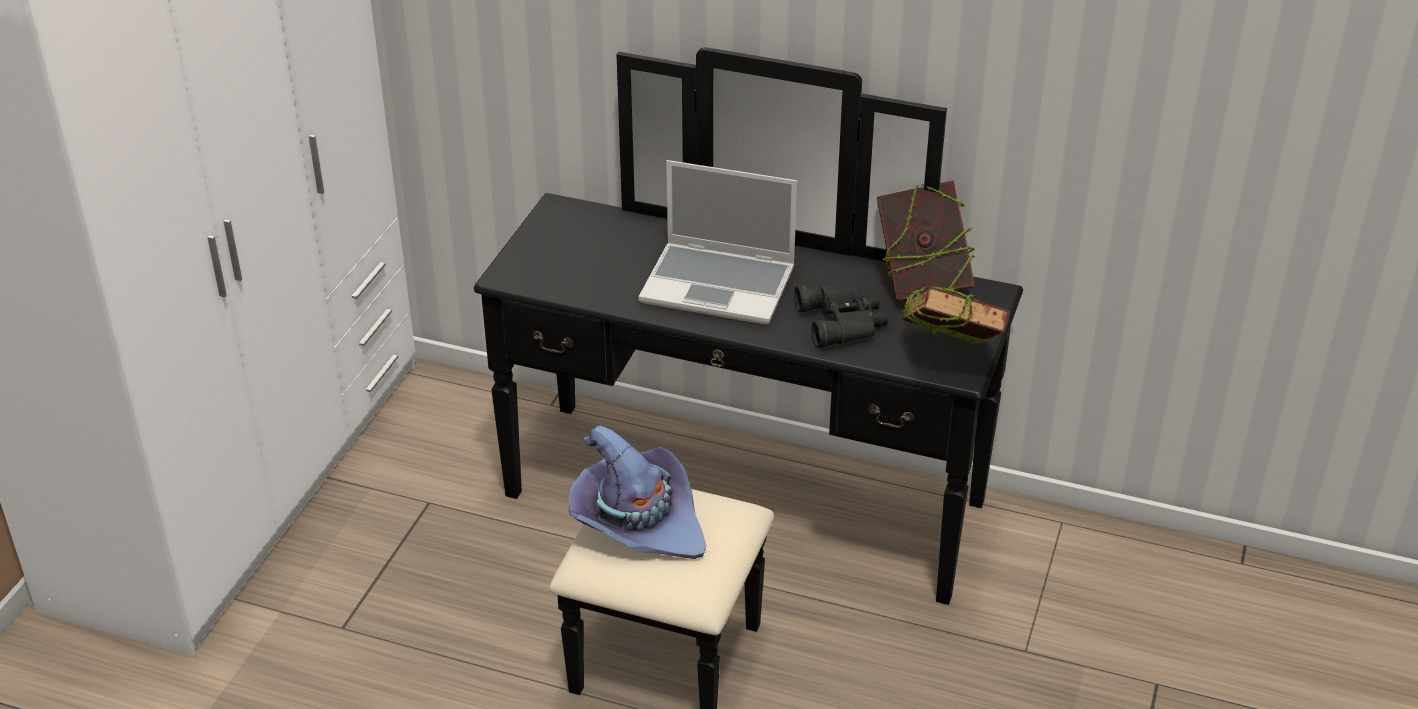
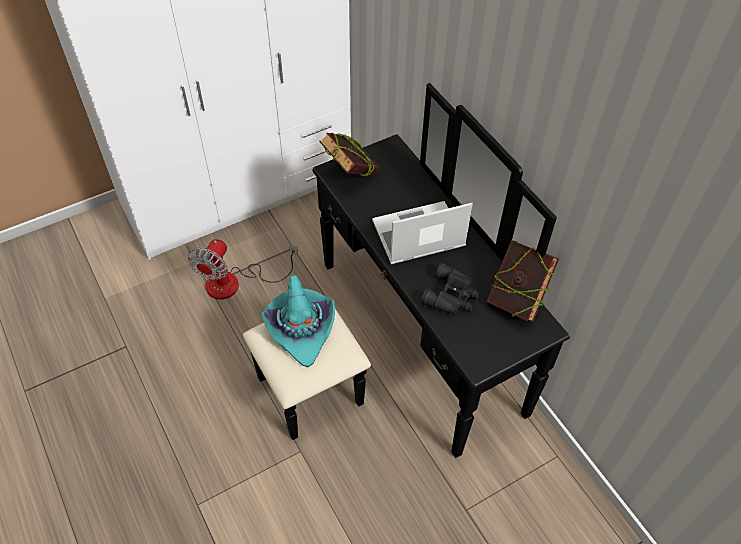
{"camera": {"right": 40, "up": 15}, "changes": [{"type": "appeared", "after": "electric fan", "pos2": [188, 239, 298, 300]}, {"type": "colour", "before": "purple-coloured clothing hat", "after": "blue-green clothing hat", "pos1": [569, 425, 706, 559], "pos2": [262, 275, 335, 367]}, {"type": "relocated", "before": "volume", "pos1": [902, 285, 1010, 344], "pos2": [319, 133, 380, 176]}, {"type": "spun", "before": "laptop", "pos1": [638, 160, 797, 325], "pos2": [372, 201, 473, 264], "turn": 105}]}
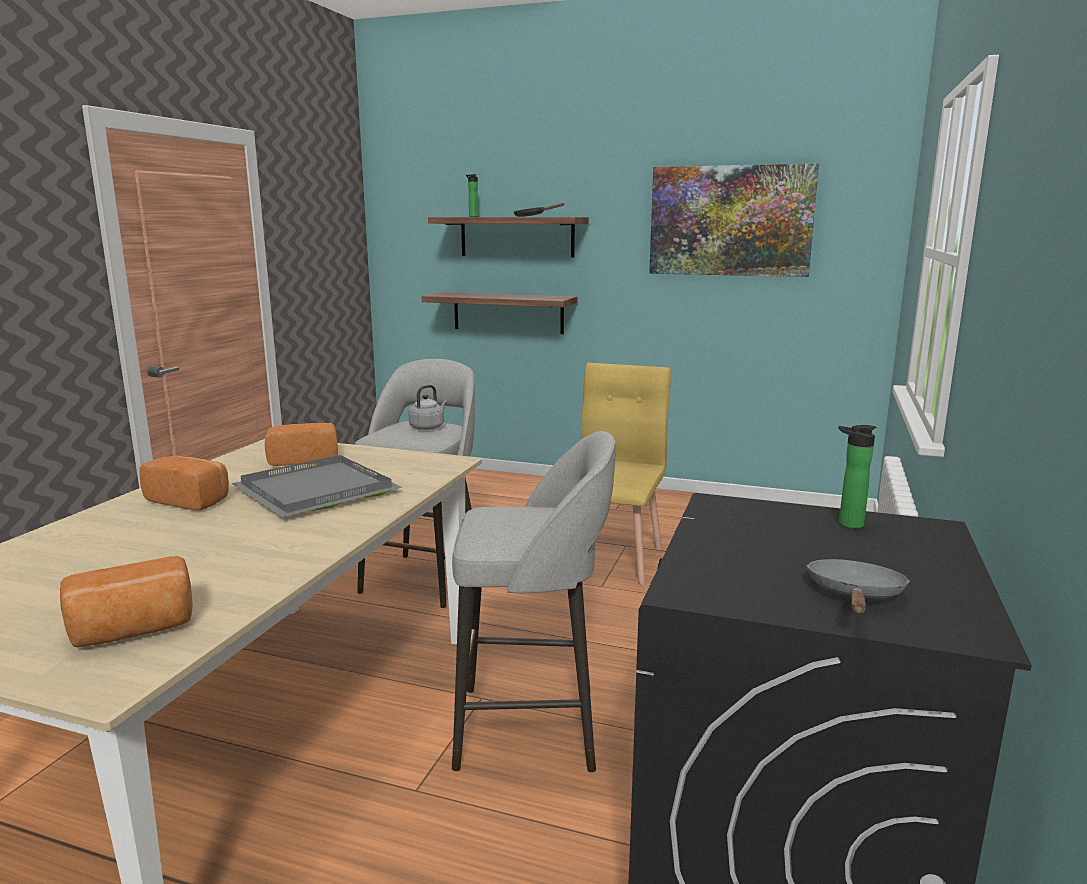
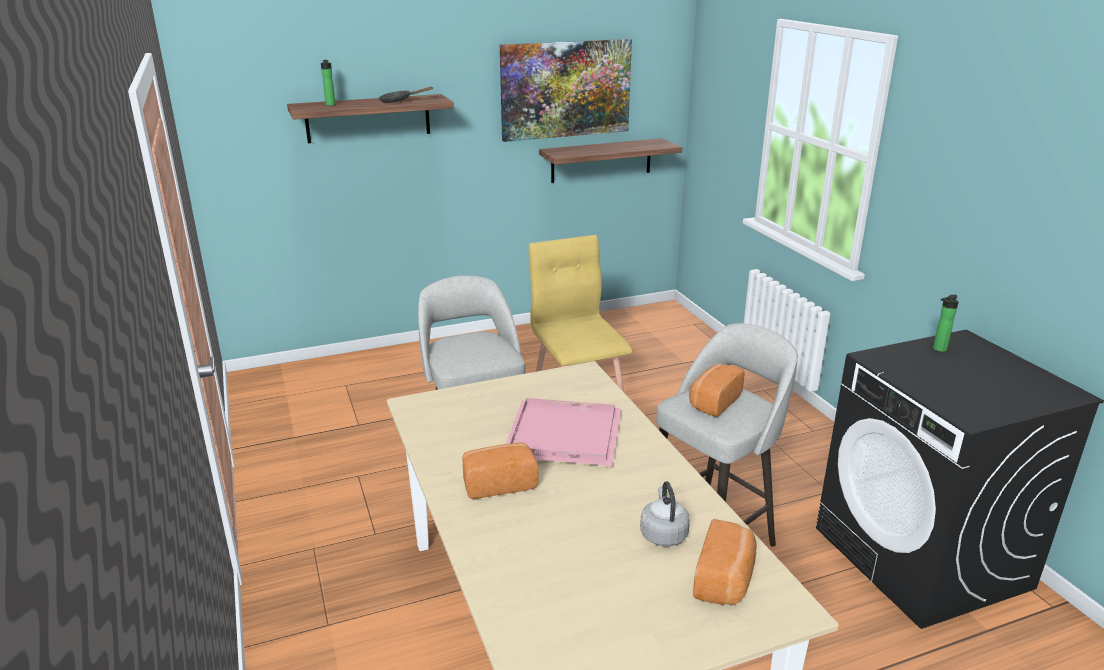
{"camera": {"right": -40, "up": 10}, "changes": [{"type": "colour", "before": "gray tray", "after": "pink-coloured tray", "pos1": [231, 455, 402, 517], "pos2": [506, 398, 621, 466]}, {"type": "relocated", "before": "shelf", "pos1": [422, 292, 578, 334], "pos2": [539, 138, 682, 183]}, {"type": "relocated", "before": "gray tea kettle", "pos1": [408, 385, 447, 430], "pos2": [640, 481, 690, 546]}, {"type": "relocated", "before": "bread", "pos1": [265, 423, 338, 466], "pos2": [689, 364, 745, 417]}, {"type": "missing", "before": "gray pan", "pos1": [806, 559, 911, 614]}]}
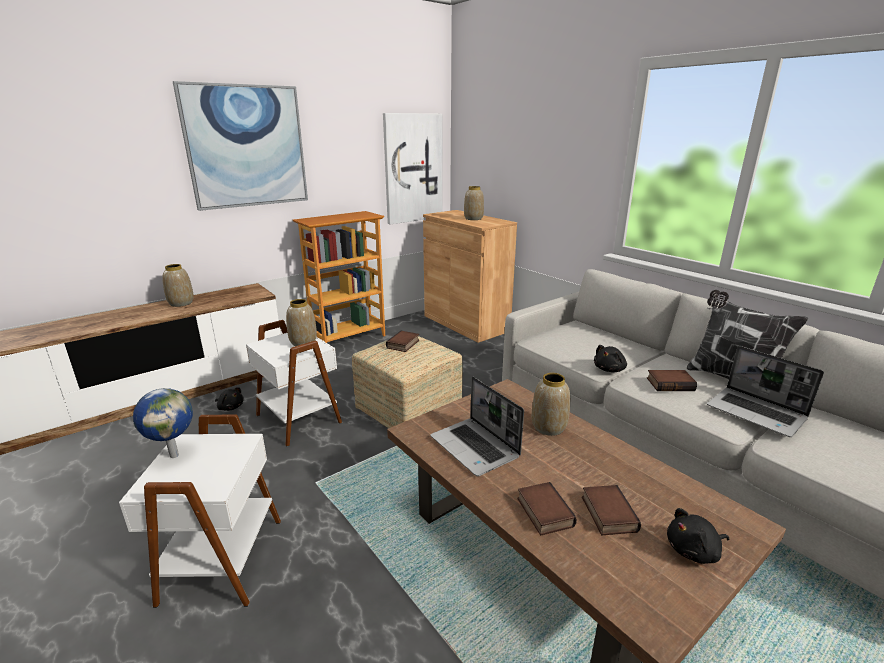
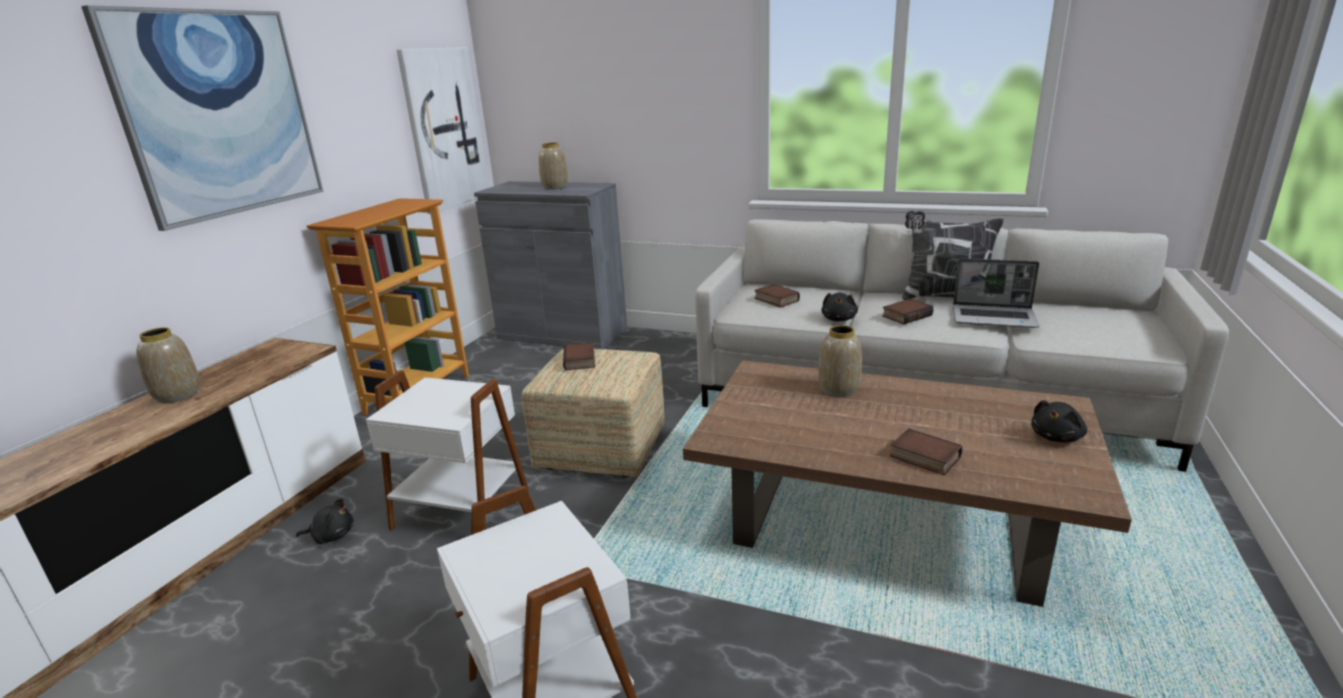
{"camera": {"right": -30, "up": 0}, "changes": [{"type": "colour", "before": "brown cabinet", "after": "gray cabinet", "pos1": [423, 210, 517, 343], "pos2": [474, 181, 627, 349]}, {"type": "relocated", "before": "volume", "pos1": [582, 485, 641, 535], "pos2": [755, 284, 800, 308]}, {"type": "missing", "before": "globe", "pos1": [133, 388, 193, 458]}, {"type": "missing", "before": "vase", "pos1": [286, 299, 317, 346]}, {"type": "missing", "before": "laptop", "pos1": [430, 377, 524, 476]}]}
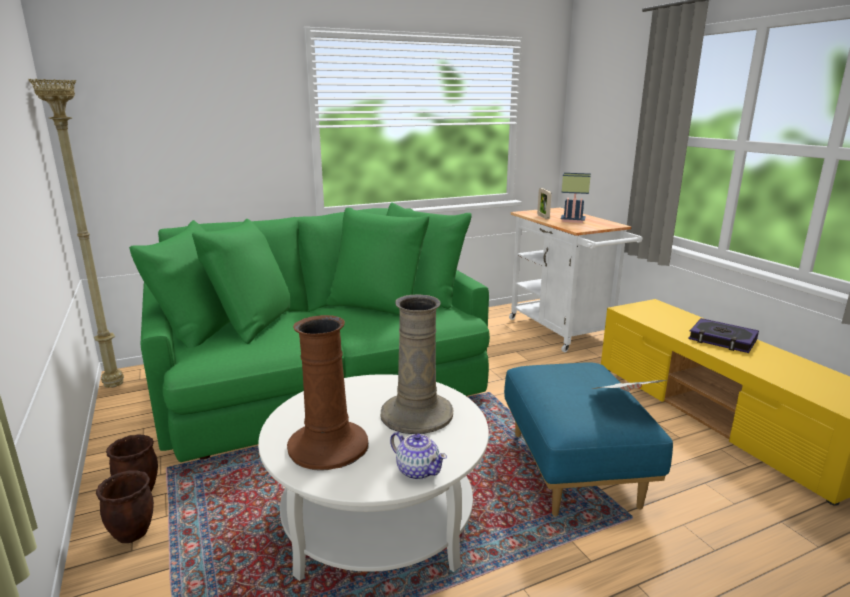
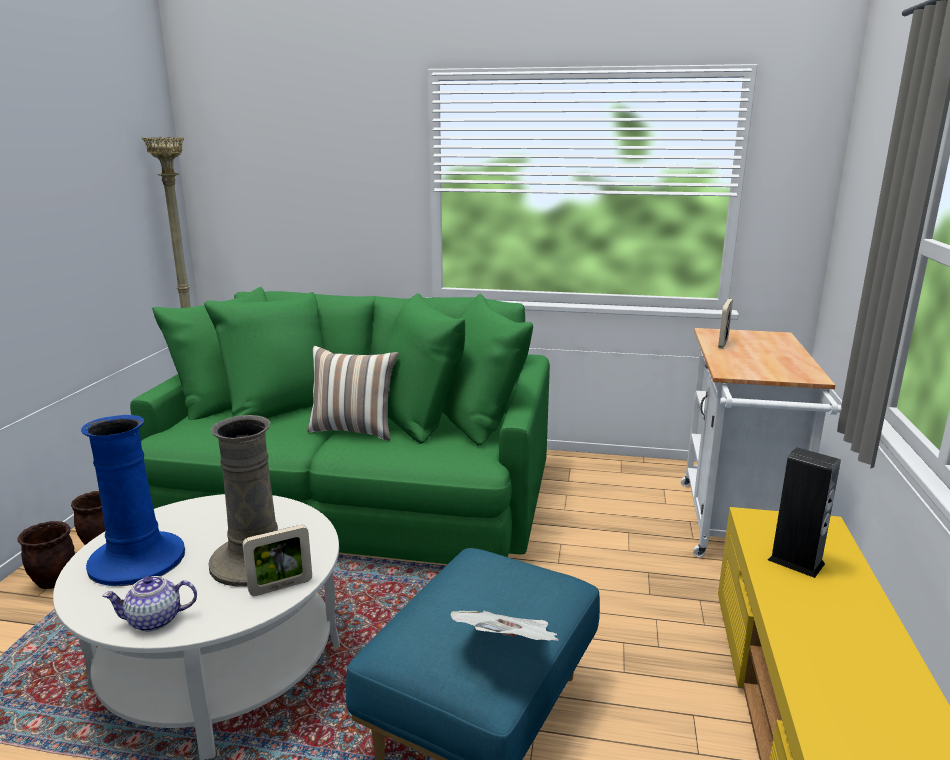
{"camera": {"right": 35, "up": 0}, "changes": [{"type": "colour", "before": "brown vase", "after": "blue vase", "pos1": [287, 315, 369, 470], "pos2": [81, 415, 185, 586]}, {"type": "spun", "before": "pot for tea", "pos1": [390, 432, 447, 480], "pos2": [102, 576, 197, 631], "turn": 90}, {"type": "appeared", "after": "standing frame", "pos2": [242, 525, 312, 596]}, {"type": "appeared", "after": "pillow", "pos2": [307, 346, 399, 441]}, {"type": "appeared", "after": "speaker", "pos2": [768, 447, 841, 578]}, {"type": "missing", "before": "tabletop lamp", "pos1": [561, 173, 591, 223]}, {"type": "missing", "before": "volume", "pos1": [688, 318, 759, 353]}]}
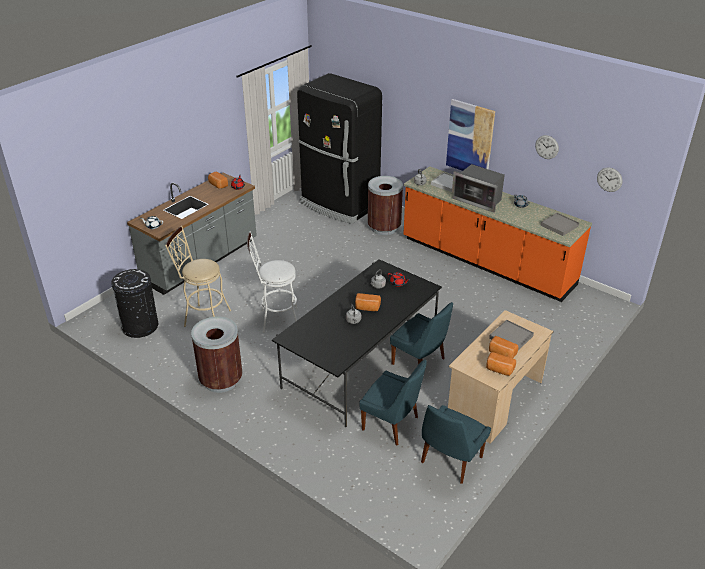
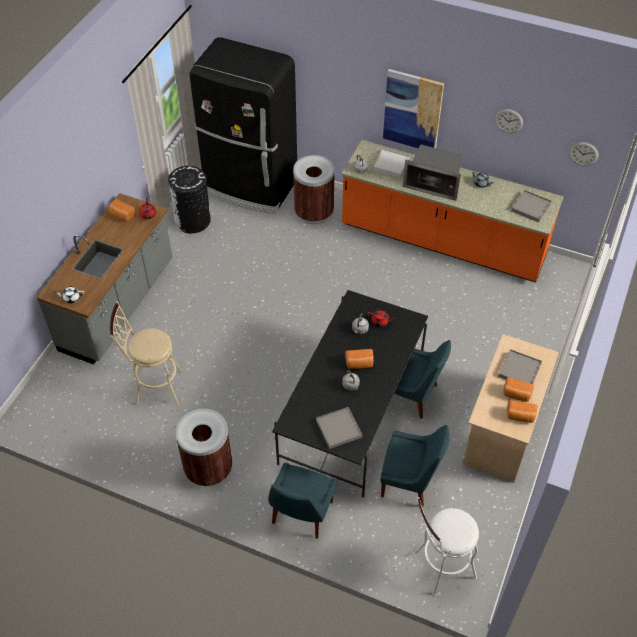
{"camera": {"right": -15, "up": 15}, "changes": [{"type": "relocated", "before": "black rubbish bin", "pos1": [111, 269, 158, 338], "pos2": [168, 166, 211, 234]}, {"type": "relocated", "before": "blue plain chair", "pos1": [421, 405, 491, 484], "pos2": [268, 463, 338, 539]}, {"type": "appeared", "after": "gray tray", "pos2": [316, 407, 363, 449]}, {"type": "relocated", "before": "whitish stool", "pos1": [247, 231, 298, 333], "pos2": [413, 497, 479, 596]}]}
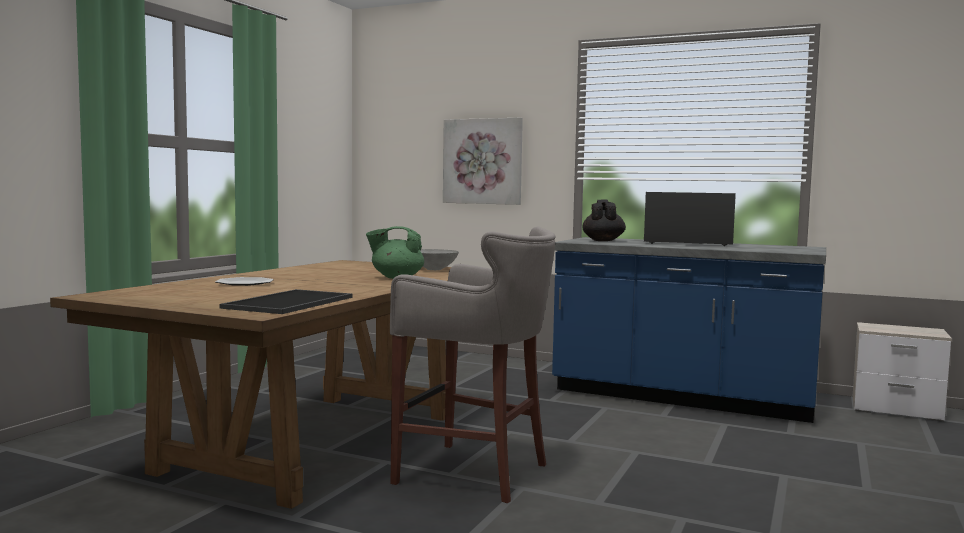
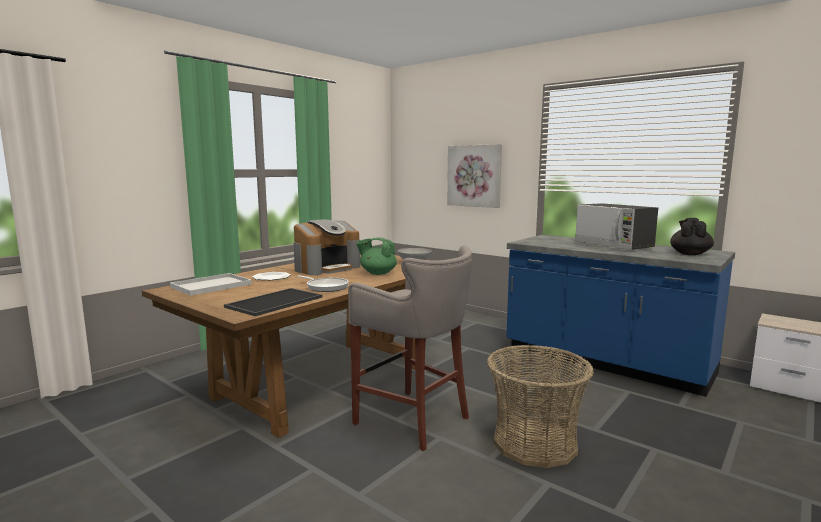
{"camera": {"right": 15, "up": 5}, "changes": [{"type": "appeared", "after": "whitish tray", "pos2": [170, 273, 252, 296]}, {"type": "appeared", "after": "coffee brewer", "pos2": [294, 220, 361, 275]}, {"type": "appeared", "after": "pan", "pos2": [297, 275, 349, 292]}, {"type": "appeared", "after": "basket", "pos2": [487, 345, 594, 468]}, {"type": "spun", "before": "microwave", "pos1": [644, 192, 736, 246], "pos2": [575, 203, 658, 250], "turn": -150}, {"type": "relocated", "before": "black pot for tea", "pos1": [582, 200, 626, 241], "pos2": [670, 218, 714, 255]}]}
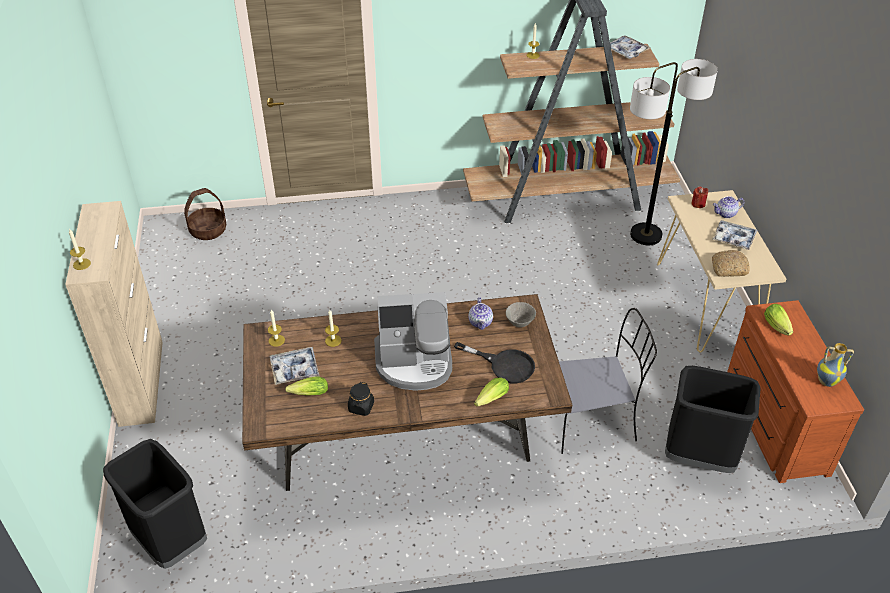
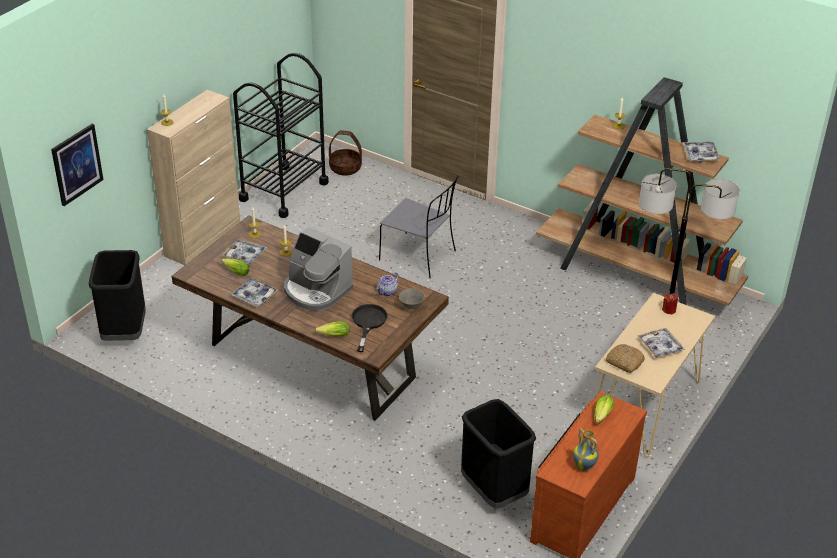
{"camera": {"right": 40, "up": -5}, "changes": [{"type": "appeared", "after": "wall picture", "pos2": [51, 124, 103, 206]}, {"type": "exchanged", "before": "black storage jar", "after": "tray", "pos1": [348, 382, 374, 416], "pos2": [230, 277, 279, 307]}, {"type": "appeared", "after": "black trolley", "pos2": [233, 53, 329, 218]}, {"type": "spun", "before": "black pan", "pos1": [454, 342, 535, 383], "pos2": [352, 304, 387, 352], "turn": -150}, {"type": "relocated", "before": "gray plain chair", "pos1": [559, 308, 657, 454], "pos2": [379, 176, 459, 278]}, {"type": "missing", "before": "pot for tea", "pos1": [713, 196, 744, 218]}]}
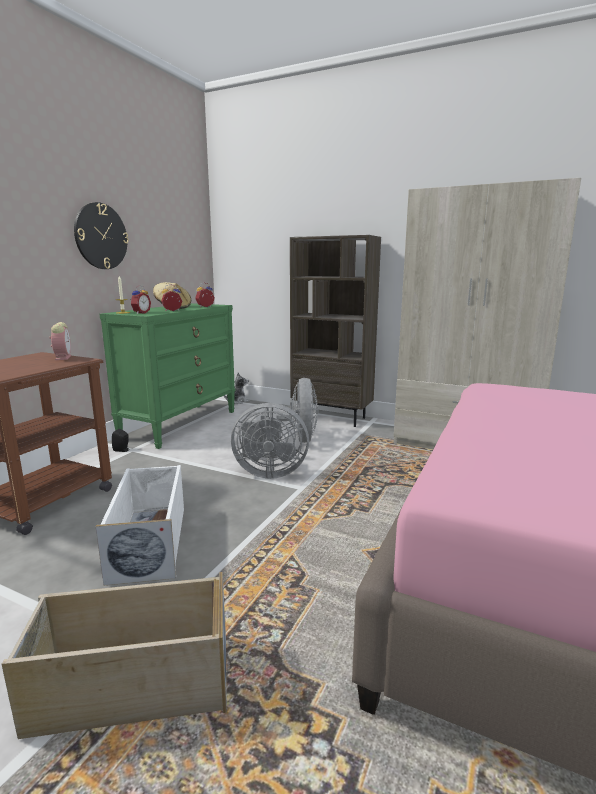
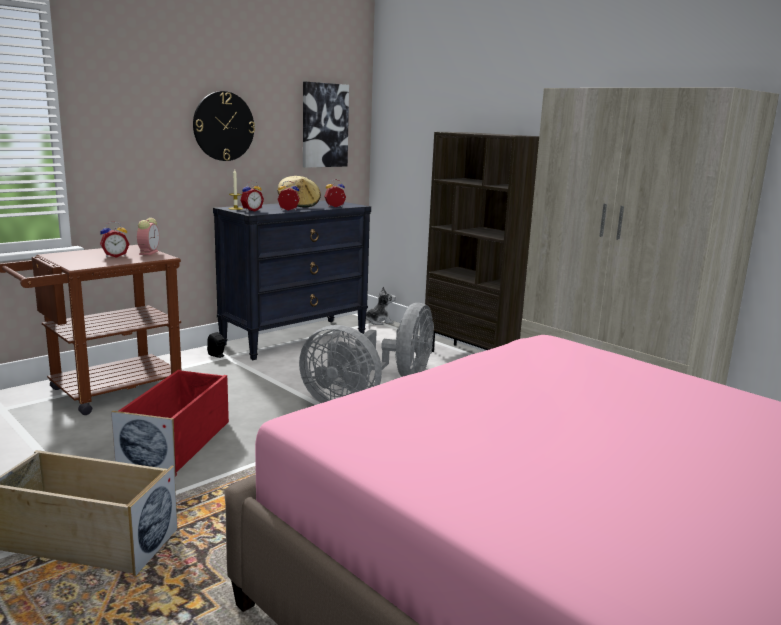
{"camera": {"right": 20, "up": 0}, "changes": [{"type": "appeared", "after": "alarm clock", "pos2": [100, 221, 129, 258]}, {"type": "colour", "before": "whitish storage container", "after": "red storage container", "pos1": [96, 465, 184, 586], "pos2": [111, 370, 229, 477]}, {"type": "colour", "before": "greenish drawer chest", "after": "black drawer chest", "pos1": [100, 303, 235, 449], "pos2": [213, 200, 371, 360]}, {"type": "appeared", "after": "wall picture", "pos2": [303, 82, 349, 168]}]}
